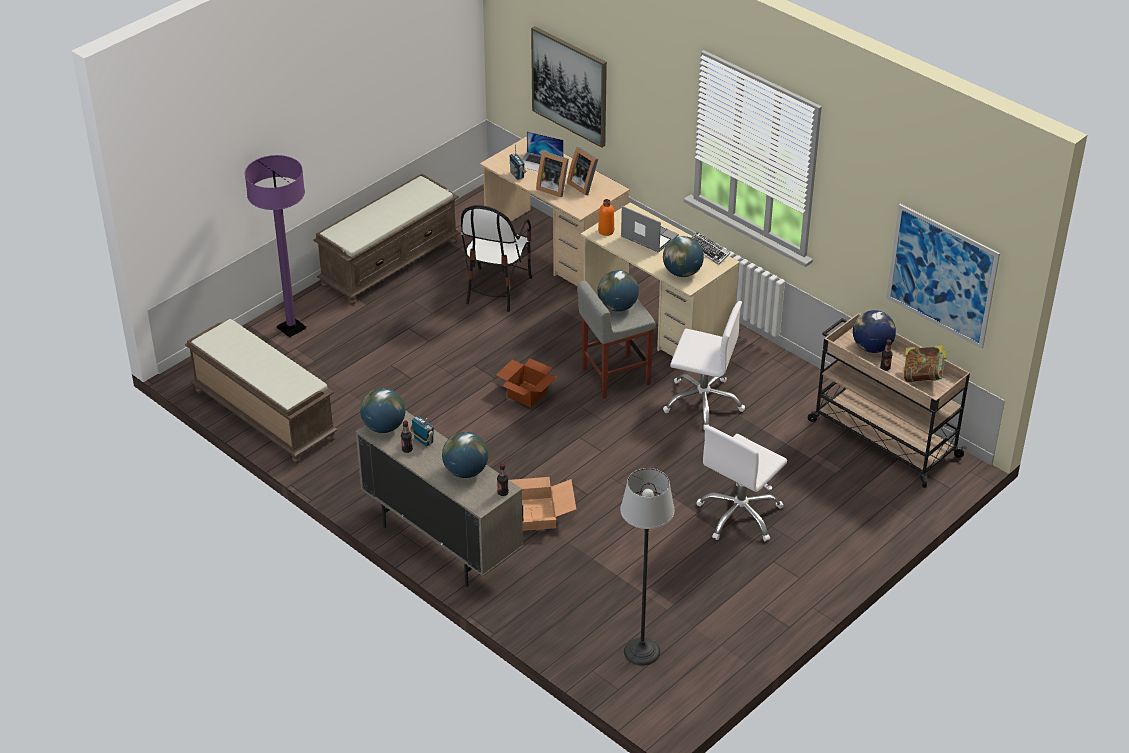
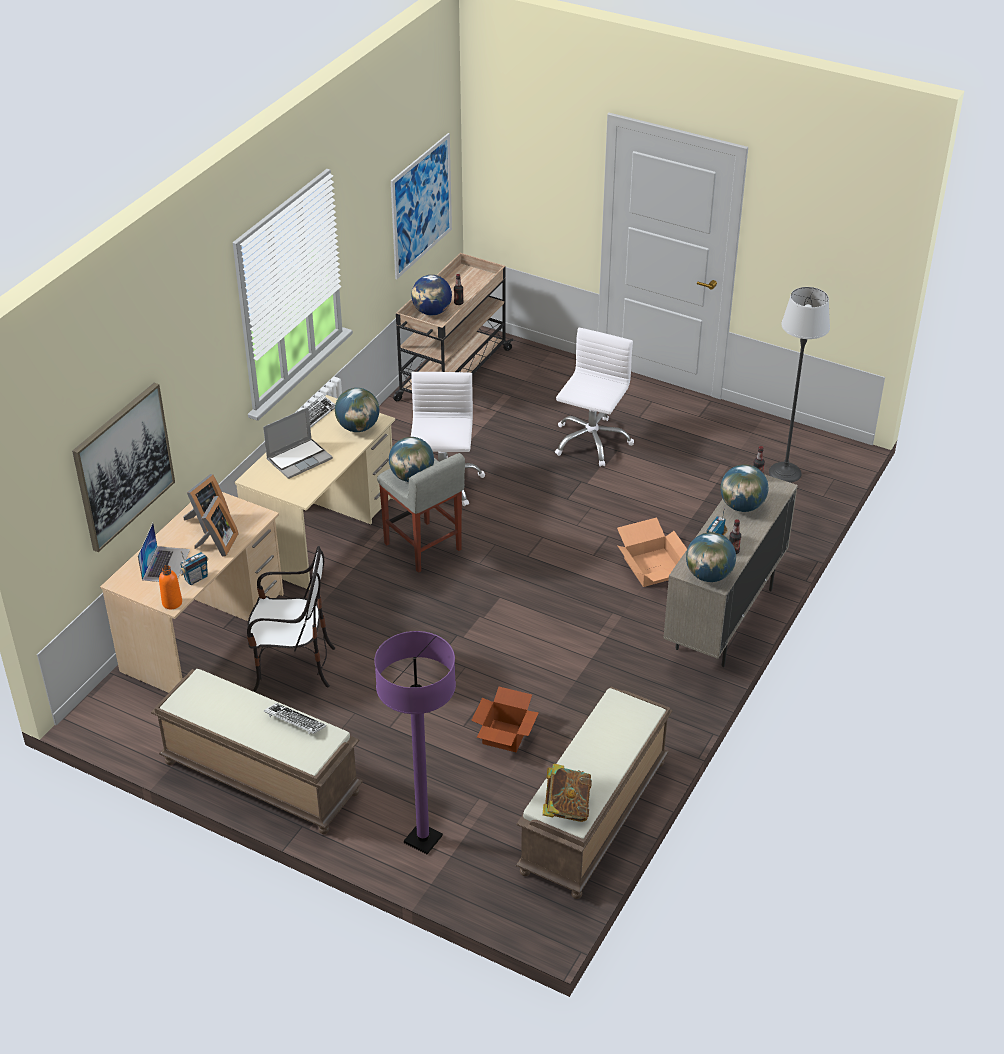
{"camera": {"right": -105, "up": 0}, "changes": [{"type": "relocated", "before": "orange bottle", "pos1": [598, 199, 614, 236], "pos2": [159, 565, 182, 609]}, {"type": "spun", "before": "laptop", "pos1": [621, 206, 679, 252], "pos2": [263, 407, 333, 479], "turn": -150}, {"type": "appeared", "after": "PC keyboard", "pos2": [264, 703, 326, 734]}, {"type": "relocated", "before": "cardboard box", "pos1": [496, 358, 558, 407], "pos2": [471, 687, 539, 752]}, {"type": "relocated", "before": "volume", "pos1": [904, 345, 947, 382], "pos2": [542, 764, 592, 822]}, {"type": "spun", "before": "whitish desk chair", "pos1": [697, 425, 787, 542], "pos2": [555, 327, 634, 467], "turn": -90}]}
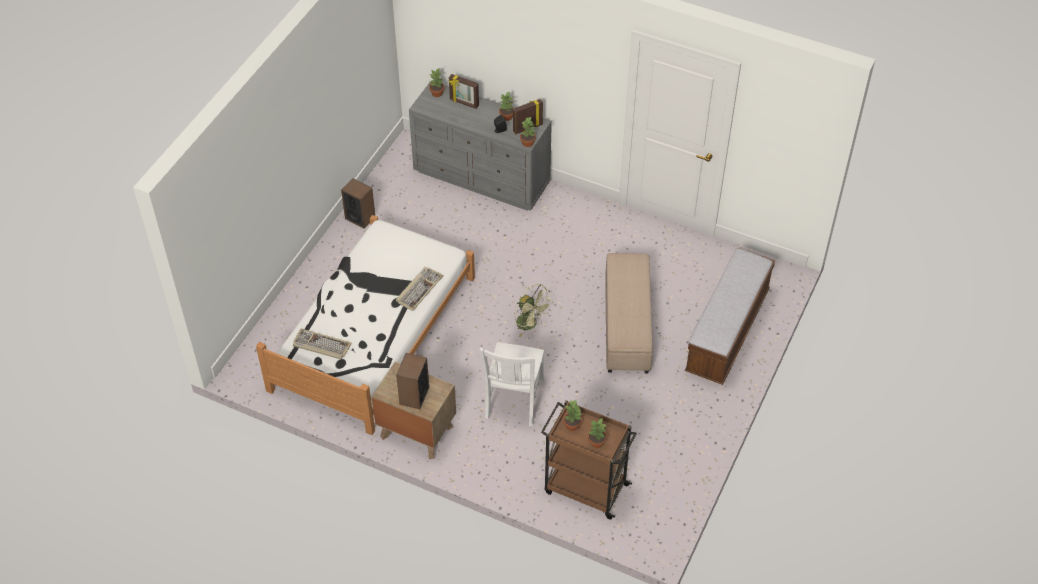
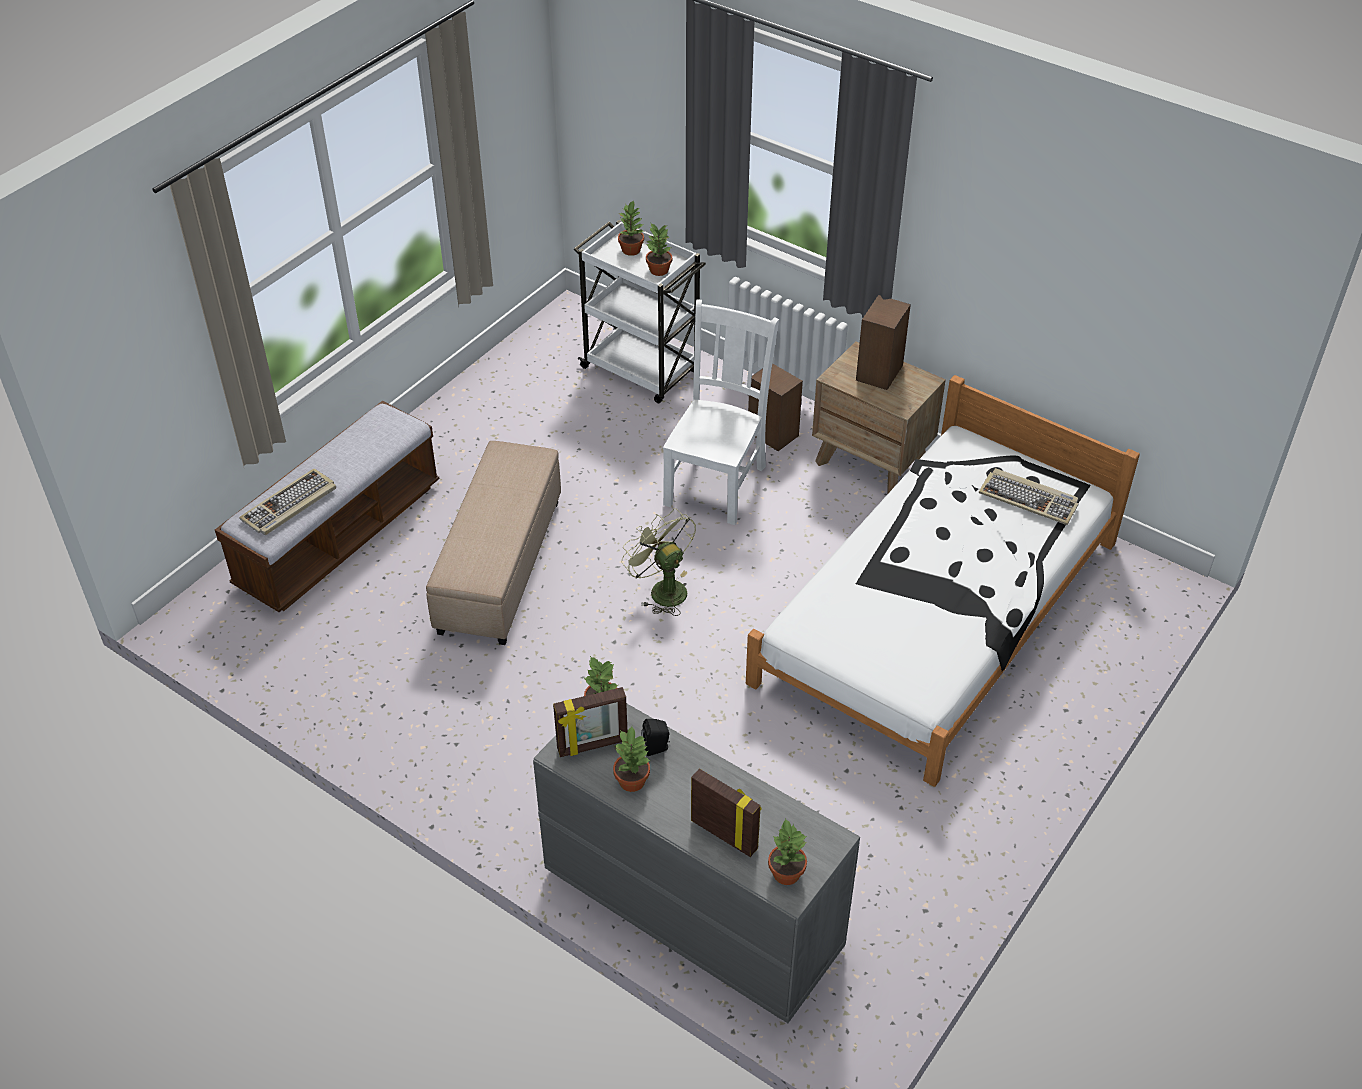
{"camera": {"right": -170, "up": -5}, "changes": [{"type": "relocated", "before": "PC keyboard", "pos1": [396, 267, 443, 311], "pos2": [239, 468, 336, 535]}, {"type": "colour", "before": "brown trolley", "after": "whitish trolley", "pos1": [541, 400, 637, 520], "pos2": [574, 220, 706, 403]}, {"type": "relocated", "before": "speaker", "pos1": [341, 178, 375, 229], "pos2": [748, 363, 803, 451]}]}
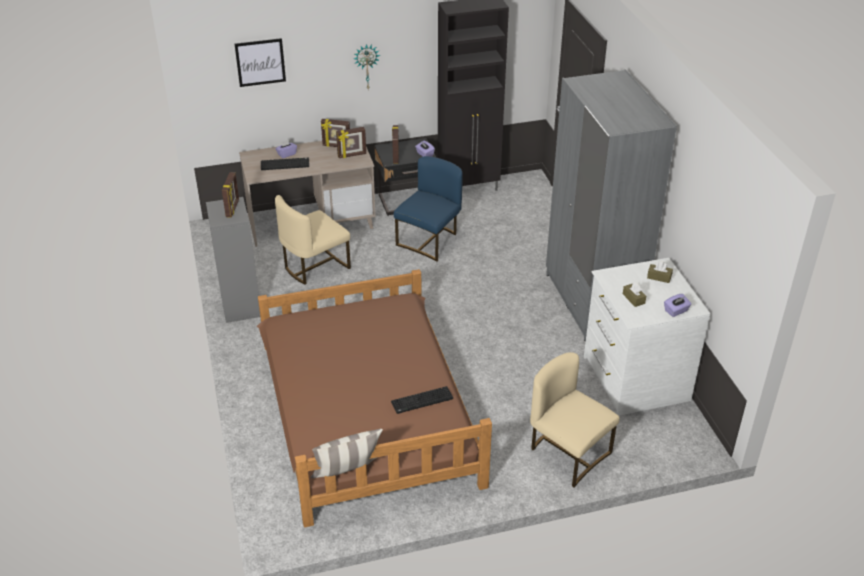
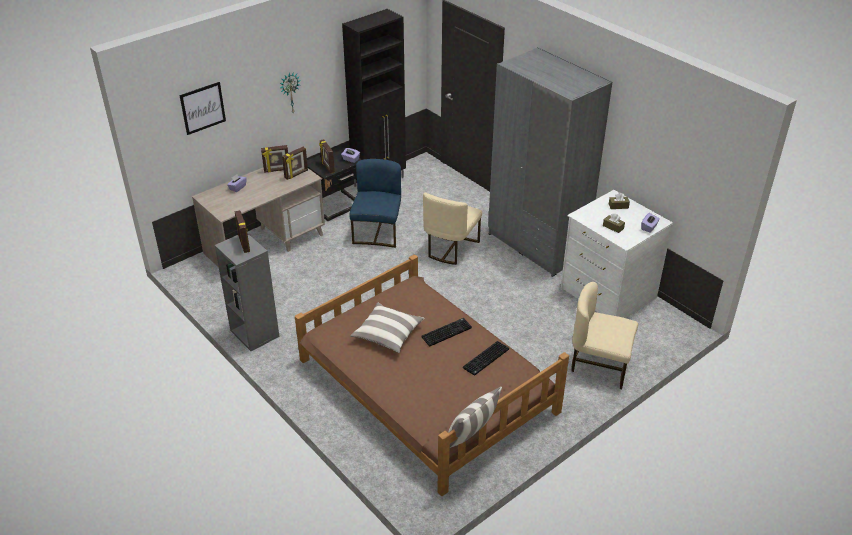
{"camera": {"right": -25, "up": 0}, "changes": [{"type": "appeared", "after": "pillow", "pos2": [350, 302, 424, 353]}, {"type": "relocated", "before": "PC keyboard", "pos1": [261, 158, 309, 170], "pos2": [421, 318, 472, 347]}, {"type": "relocated", "before": "beige-coloured plain chair", "pos1": [275, 195, 351, 285], "pos2": [423, 192, 482, 265]}]}
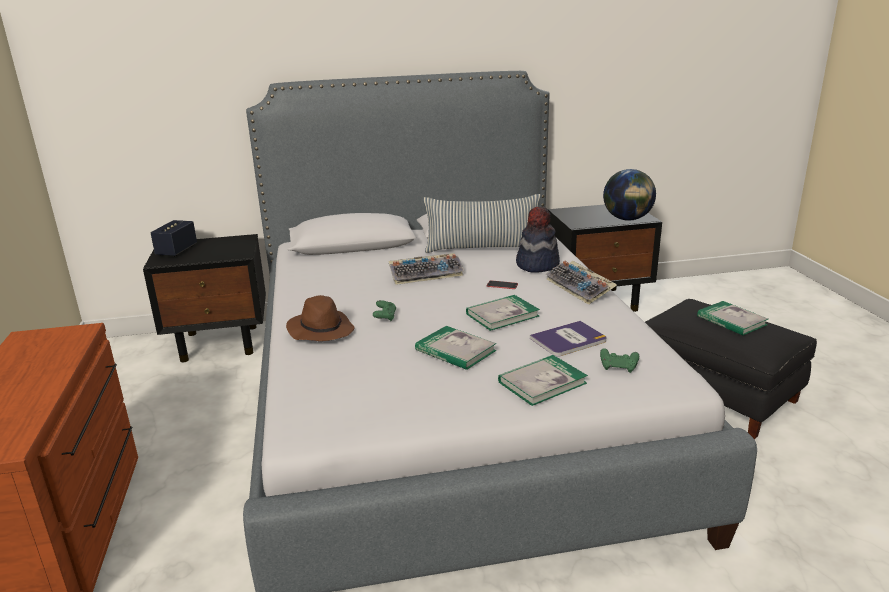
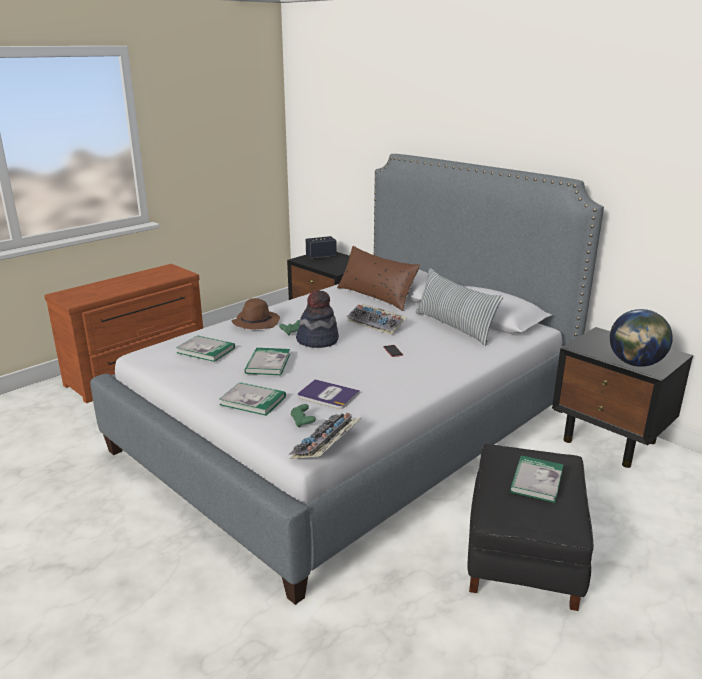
{"camera": {"right": 55, "up": 0}, "changes": [{"type": "relocated", "before": "volume", "pos1": [466, 295, 540, 331], "pos2": [176, 335, 235, 362]}, {"type": "relocated", "before": "PC keyboard", "pos1": [546, 261, 617, 305], "pos2": [288, 413, 361, 459]}, {"type": "relocated", "before": "clothing hat", "pos1": [516, 206, 560, 272], "pos2": [296, 290, 339, 348]}, {"type": "appeared", "after": "brown pillow", "pos2": [337, 246, 420, 311]}]}
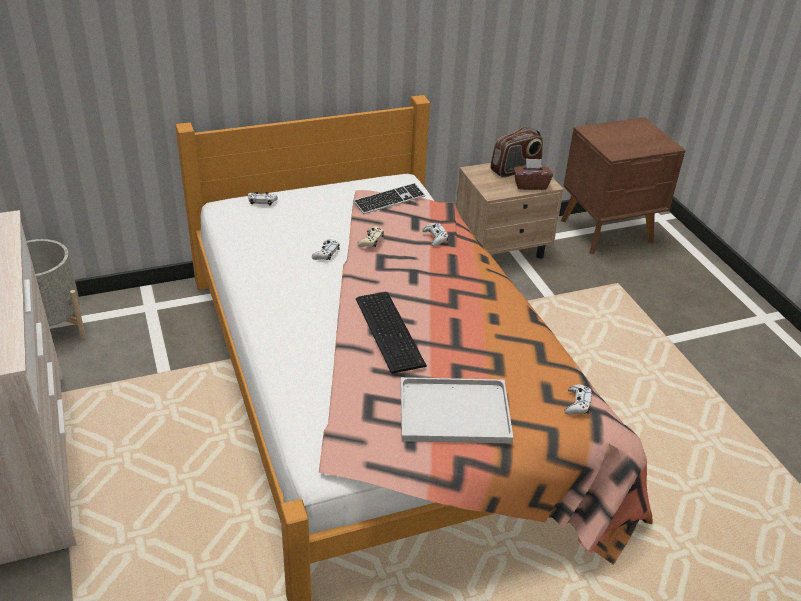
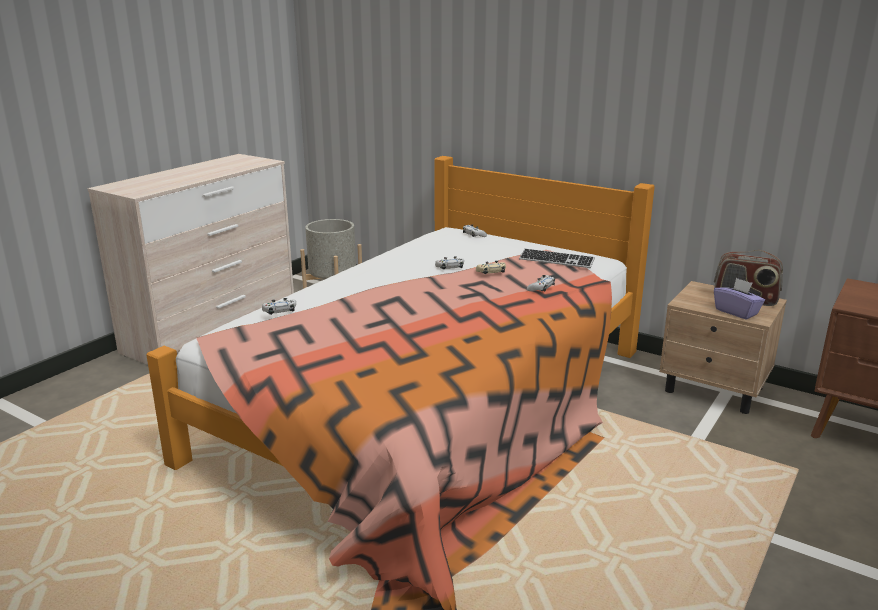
{"camera": {"right": 55, "up": -15}, "changes": [{"type": "relocated", "before": "whitish gamepad", "pos1": [565, 384, 592, 415], "pos2": [262, 298, 296, 315]}, {"type": "colour", "before": "brown tissue holder", "after": "purple-coloured tissue holder", "pos1": [513, 158, 553, 190], "pos2": [714, 278, 765, 320]}, {"type": "missing", "before": "PC keyboard", "pos1": [356, 292, 427, 374]}, {"type": "missing", "before": "whitish tray", "pos1": [401, 377, 513, 443]}]}
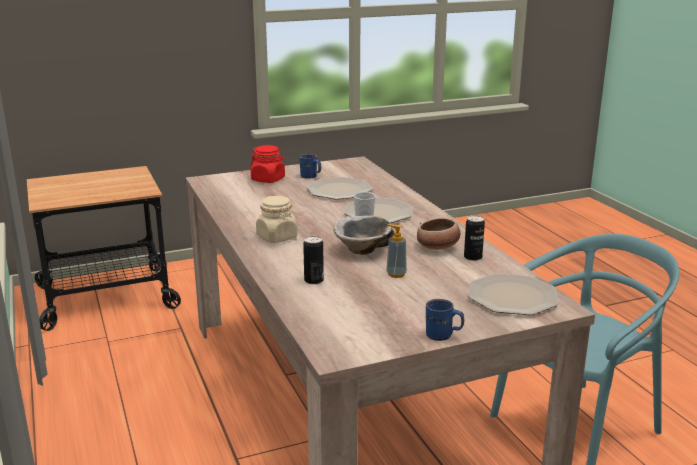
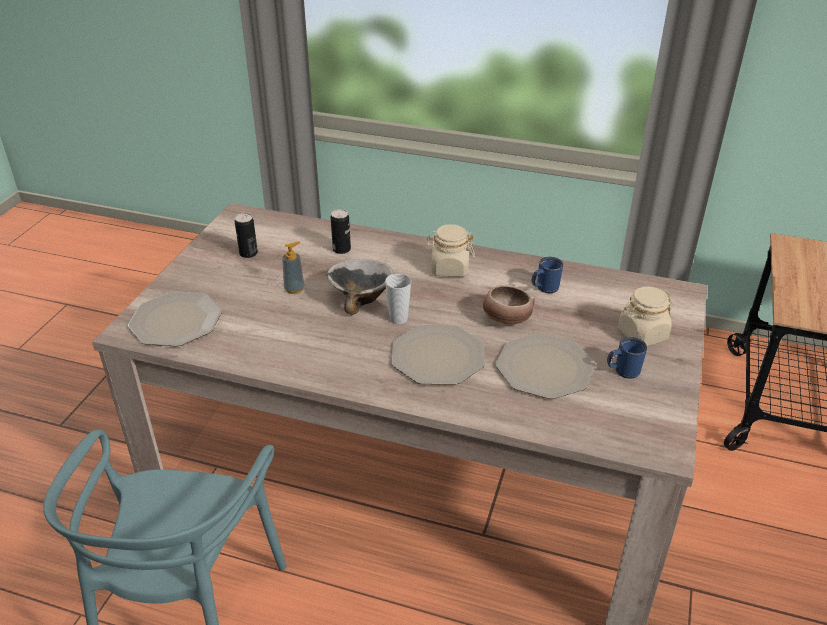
{"camera": {"right": 130, "up": 15}, "changes": [{"type": "relocated", "before": "can", "pos1": [464, 215, 485, 261], "pos2": [235, 213, 258, 258]}, {"type": "relocated", "before": "serving bowl", "pos1": [417, 218, 460, 250], "pos2": [483, 285, 535, 325]}, {"type": "relocated", "before": "blue coffee mug", "pos1": [426, 299, 464, 341], "pos2": [531, 257, 563, 293]}, {"type": "colour", "before": "red storage jar", "after": "beige-coloured storage jar", "pos1": [251, 145, 285, 183], "pos2": [618, 286, 672, 346]}]}
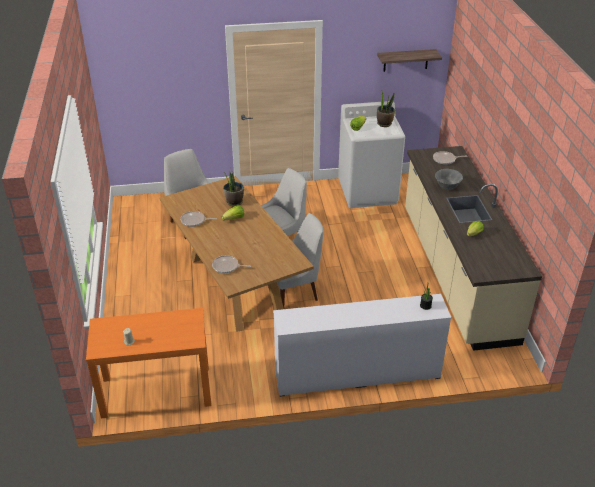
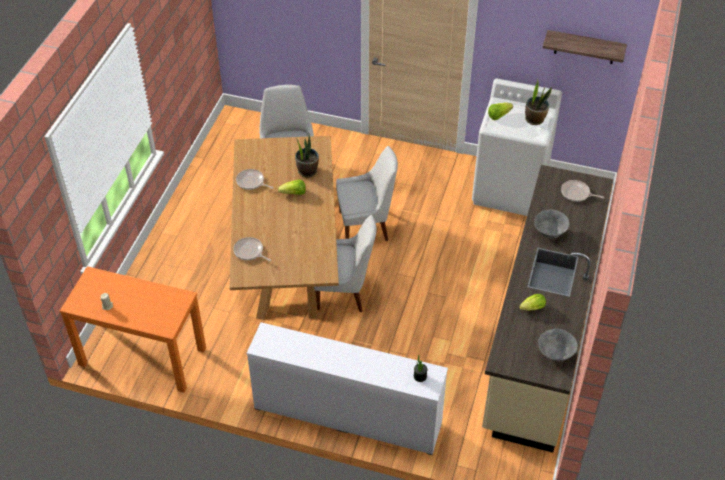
{"camera": {"right": 25, "up": 10}, "changes": [{"type": "appeared", "after": "gray serving bowl", "pos2": [538, 329, 578, 362]}]}
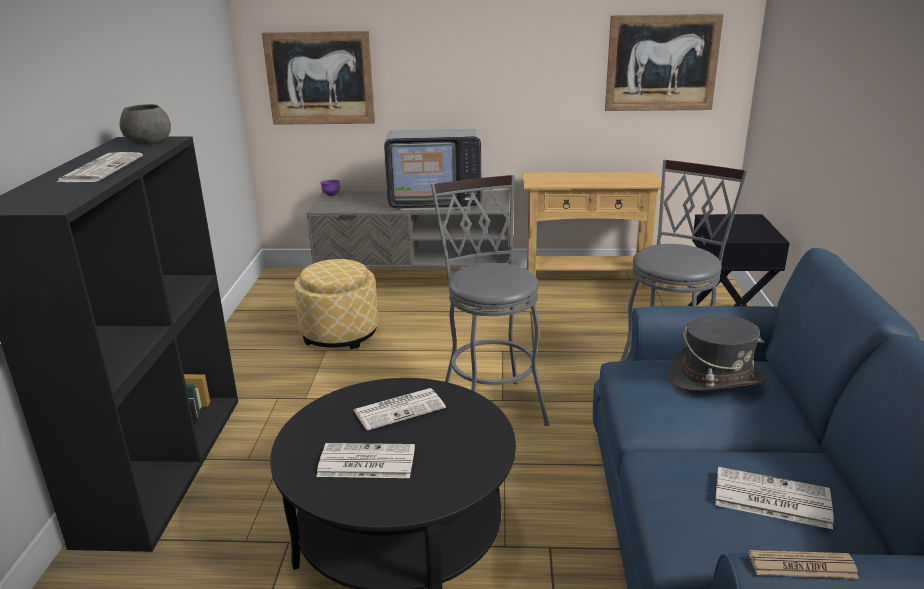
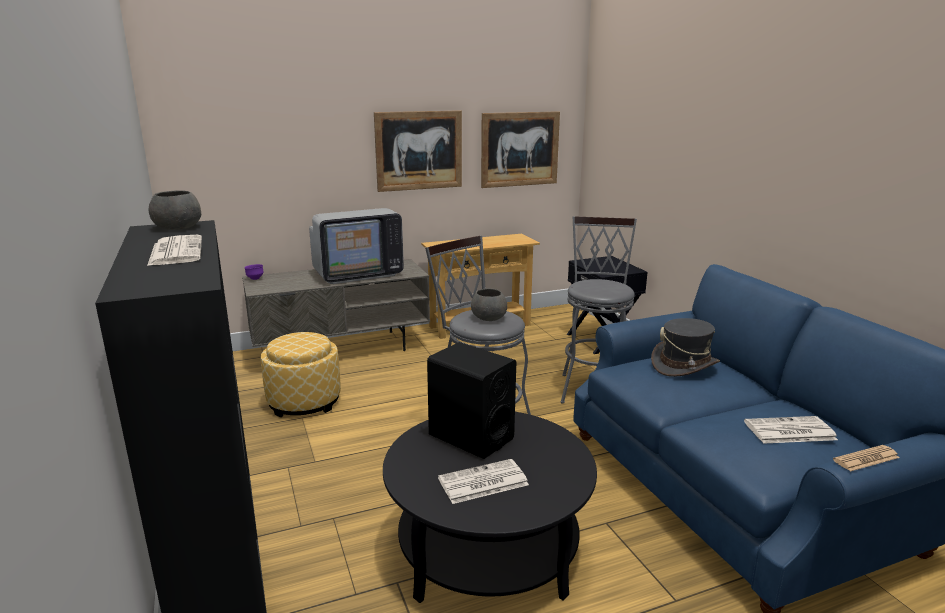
{"camera": {"right": -25, "up": -5}, "changes": [{"type": "relocated", "before": "wall picture", "pos1": [262, 31, 375, 125], "pos2": [374, 110, 462, 192]}, {"type": "exchanged", "before": "newspaper", "after": "black speaker", "pos1": [354, 388, 446, 431], "pos2": [427, 342, 516, 459]}, {"type": "appeared", "after": "gray serving bowl", "pos2": [471, 288, 507, 321]}]}
